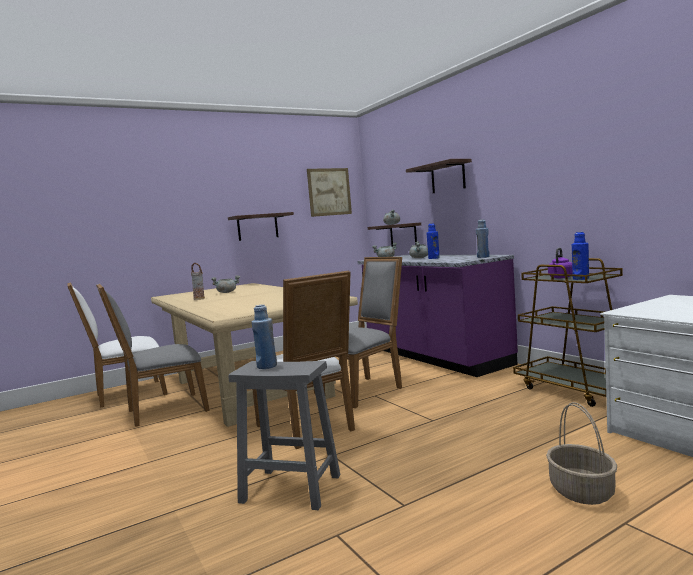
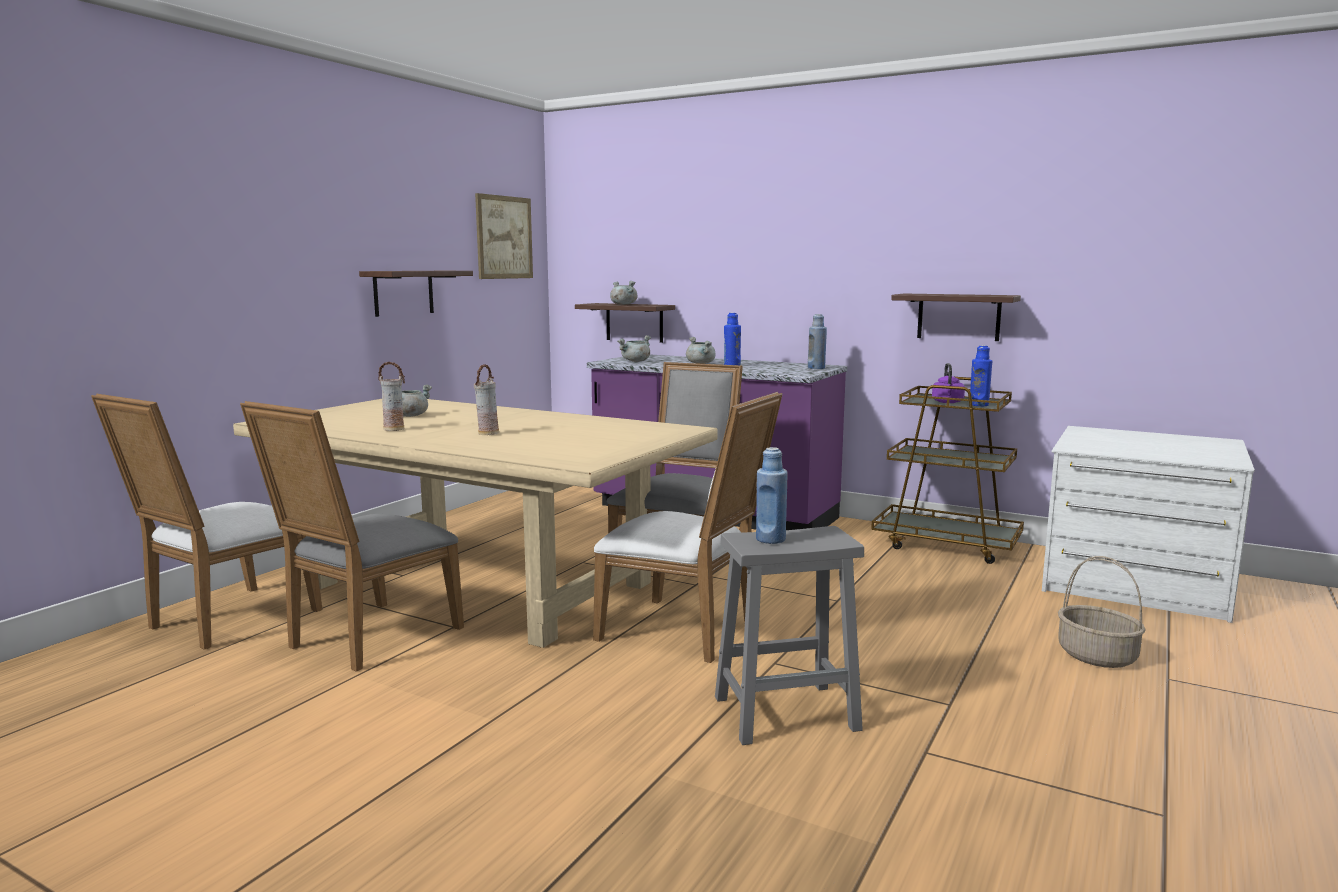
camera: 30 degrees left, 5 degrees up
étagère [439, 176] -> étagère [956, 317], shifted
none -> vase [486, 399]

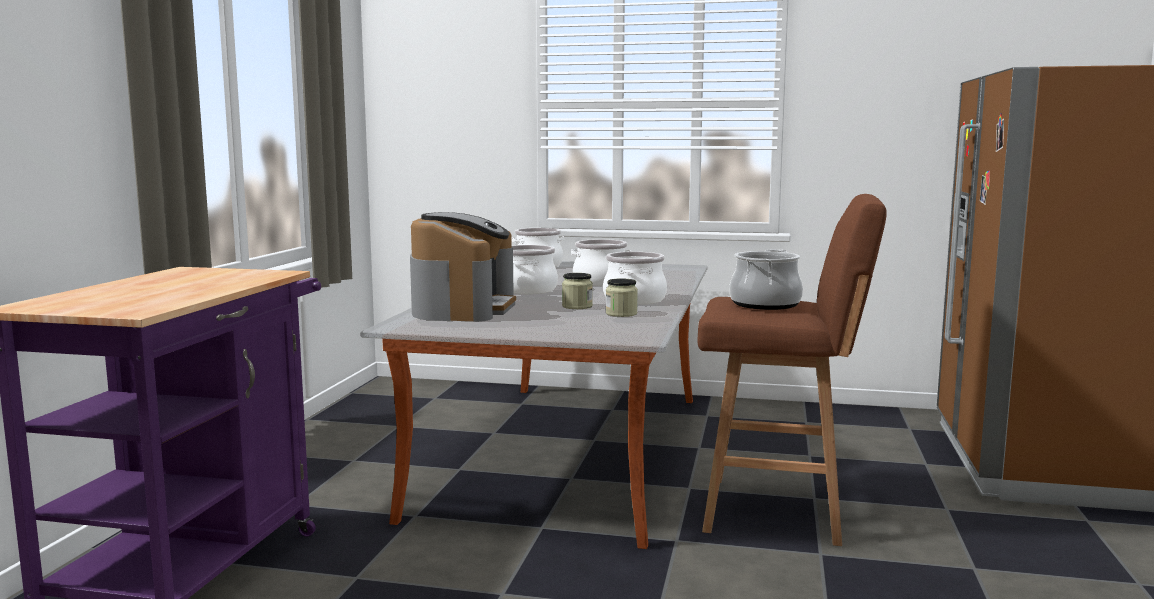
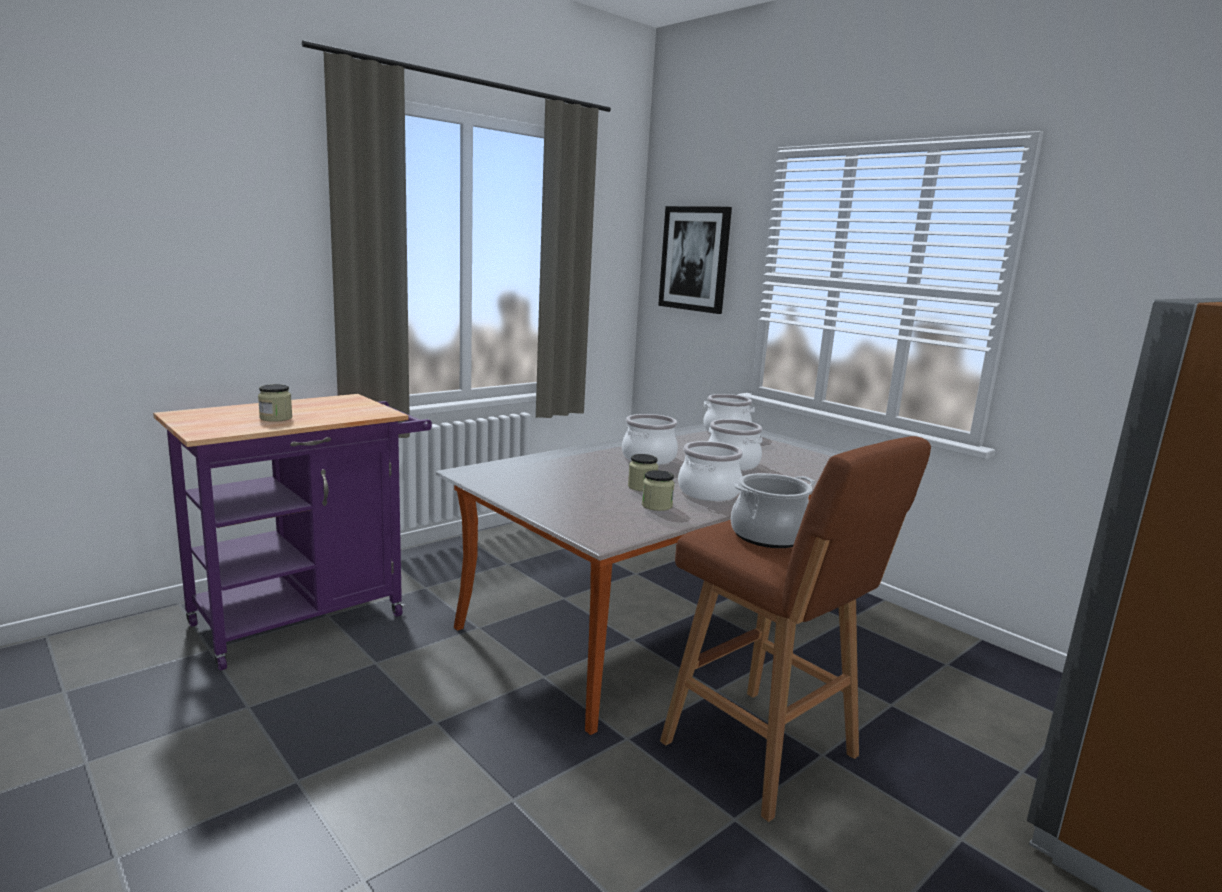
camera: 35 degrees right, 5 degrees up
machine à café [463, 267] -> none
none -> tableau [695, 260]
none -> bocal [275, 403]

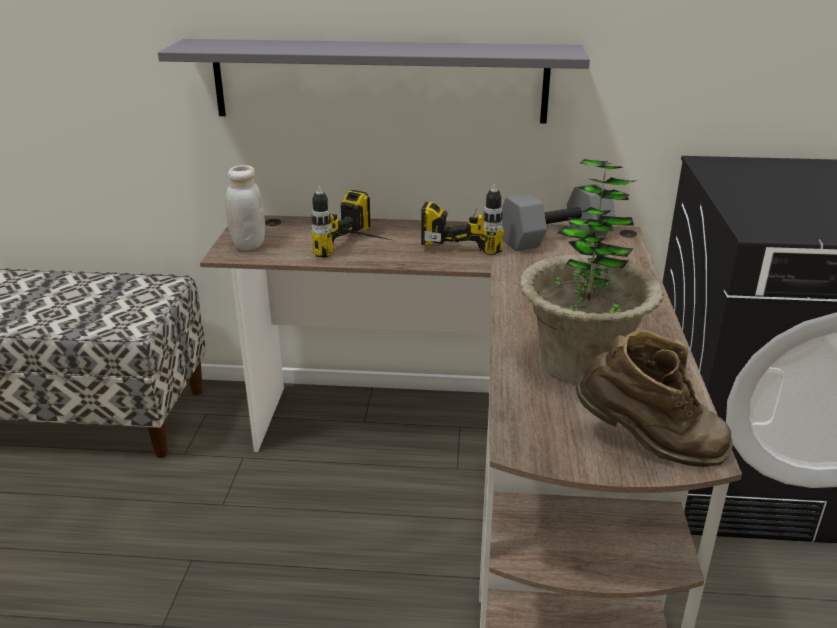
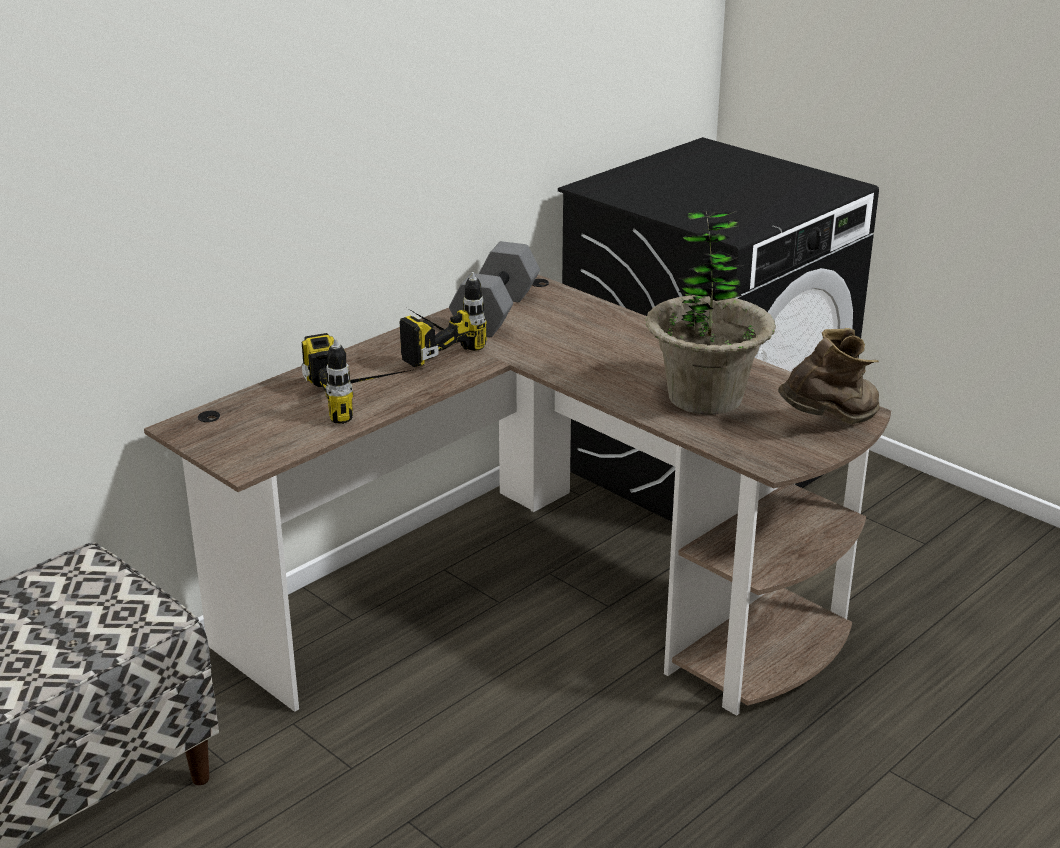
camera: 50 degrees left, 0 degrees up
étagère (gris) [374, 81] -> none
bocal (blanc) [245, 207] -> none

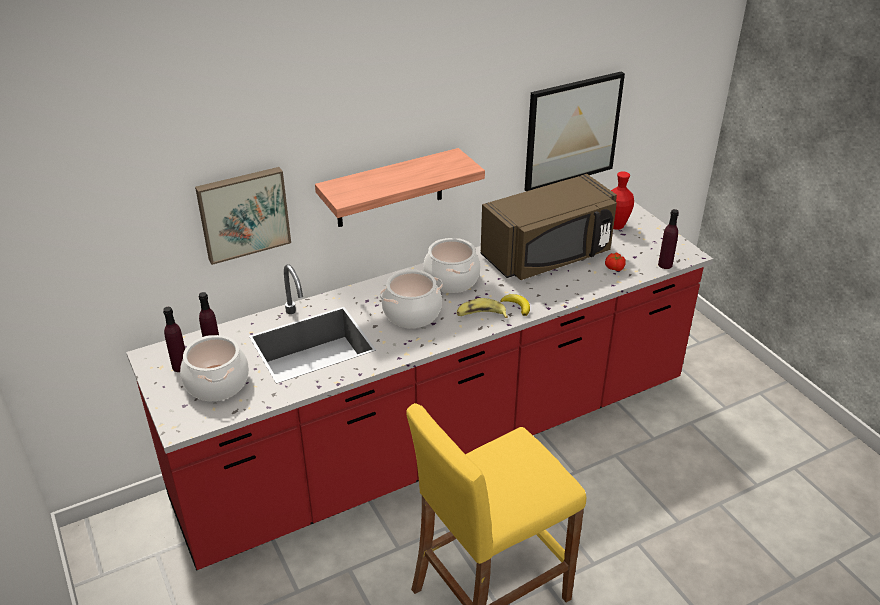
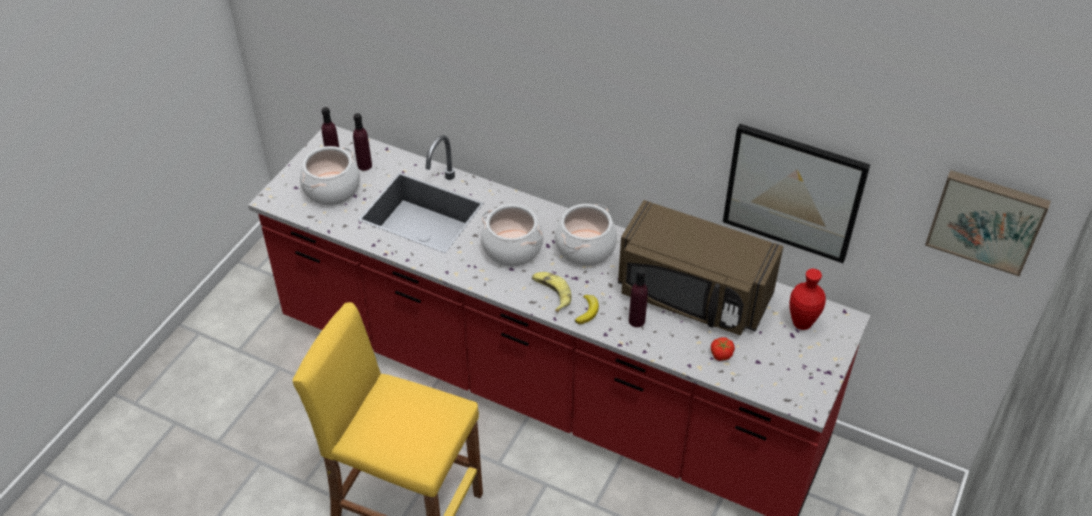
camera: 55 degrees right, 10 degrees up
étagère [400, 187] -> none
tableau [243, 216] -> tableau [988, 223], shifted
bouteille (violet) [668, 239] -> bouteille (violet) [638, 297], shifted

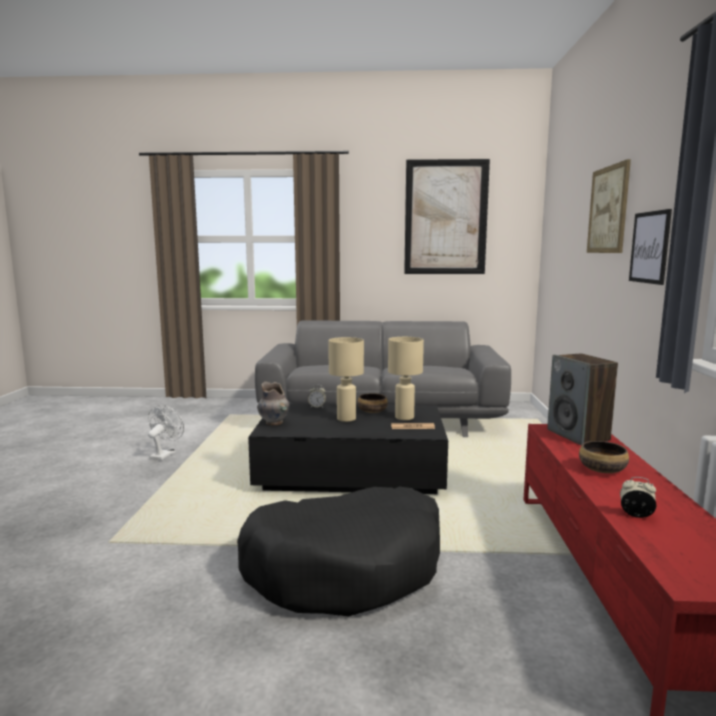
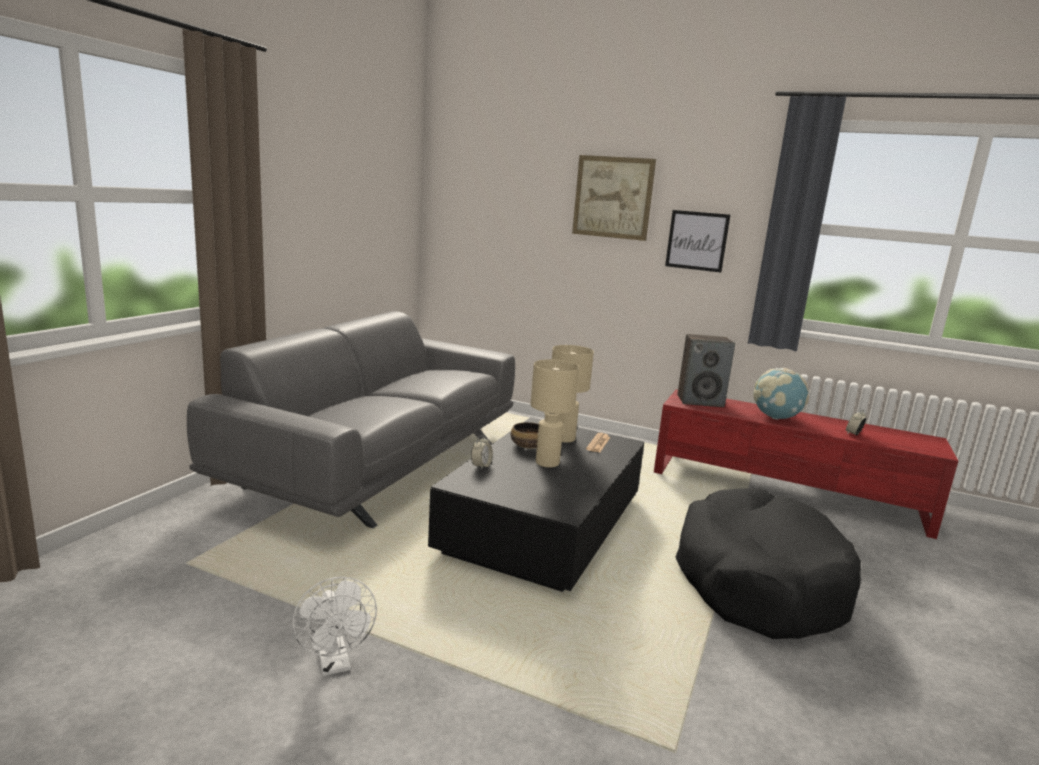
camera: 70 degrees left, 5 degrees up
tableau [447, 216] -> none
vase (gris) [273, 403] -> none
ventilateur (blanc) [166, 433] -> ventilateur (blanc) [334, 626], 150 degrees counterclockwise
bol [604, 457] -> globe [781, 394]

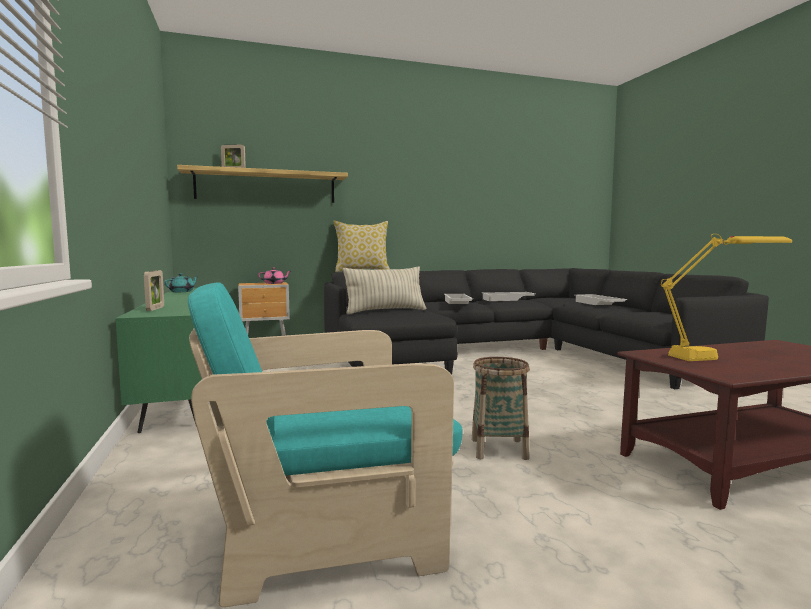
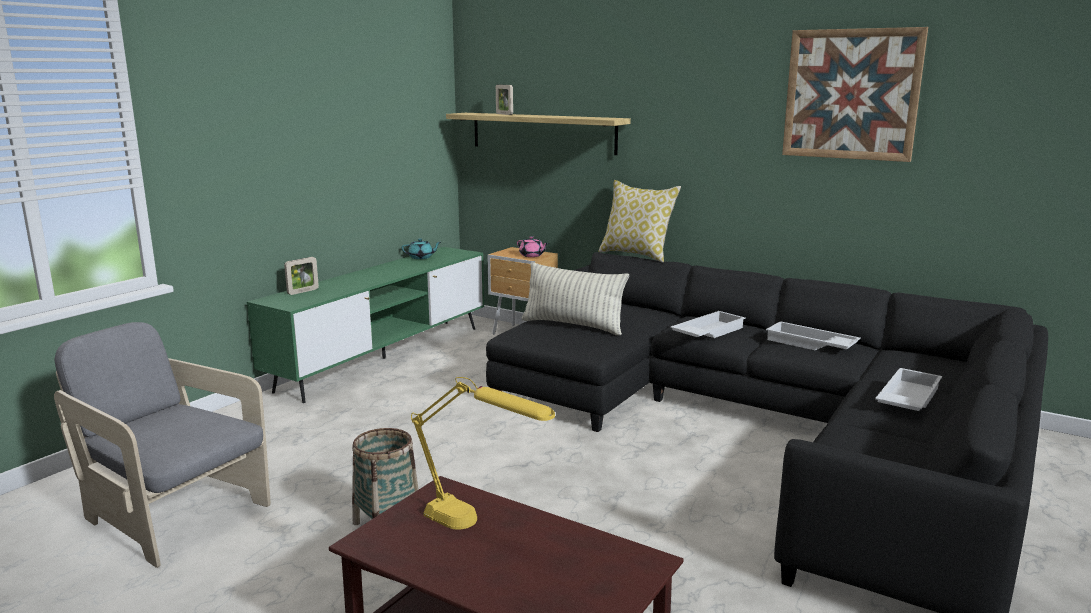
camera: 50 degrees right, 10 degrees up
fauteuil (turquoise) [325, 444] -> fauteuil (gris) [162, 445]
none -> tableau [855, 94]

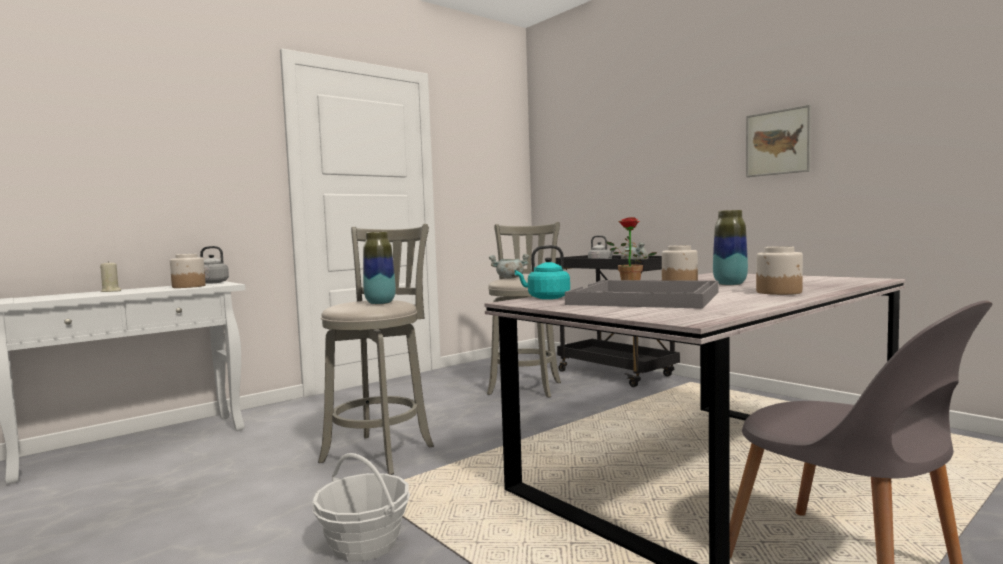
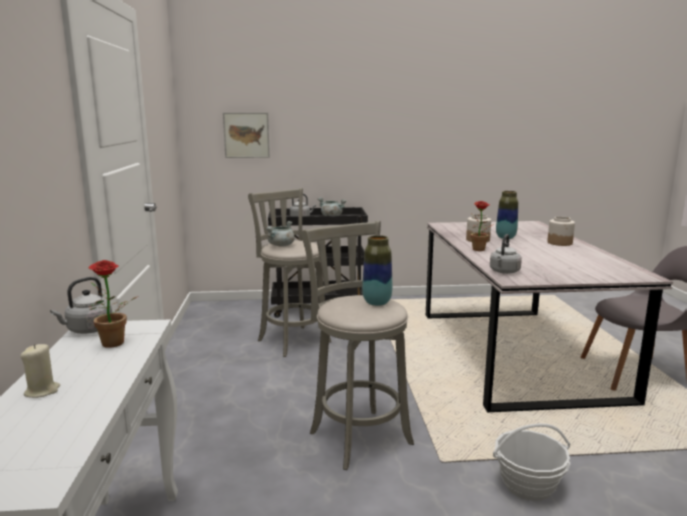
camera: 55 degrees left, 10 degrees up
tableau [778, 141] -> tableau [246, 135], shifted
bouilloire (turquoise) [542, 272] -> bouilloire (gris) [506, 254]
bocal [188, 271] -> plante en pot [113, 304]
plateau (gris) [641, 294] -> none

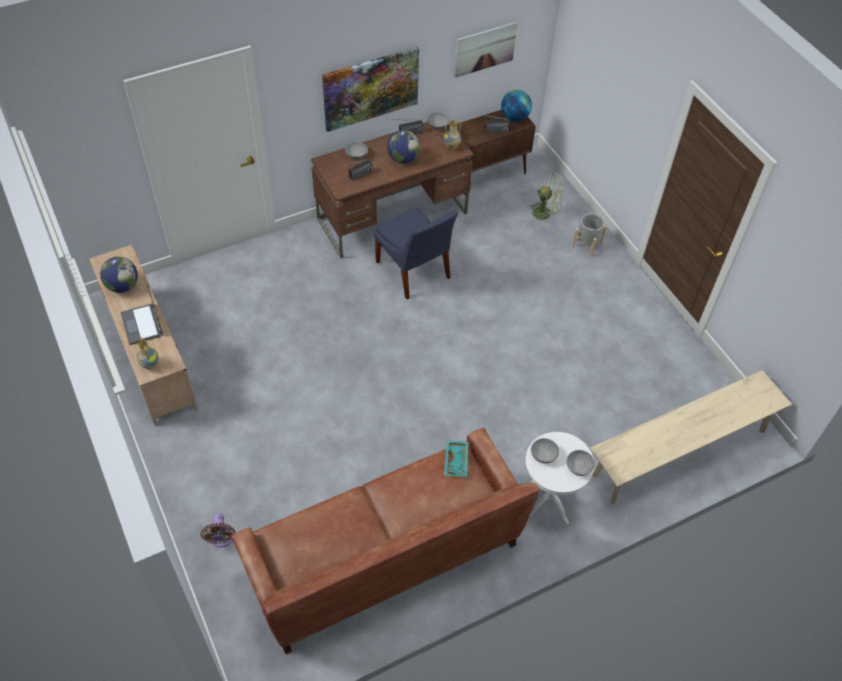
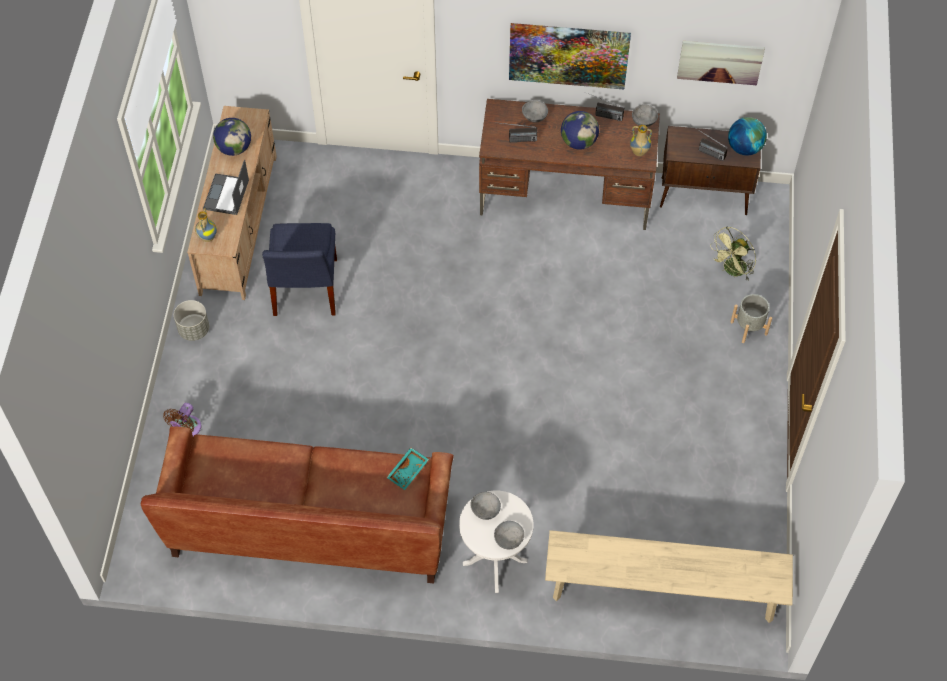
camera: 35 degrees right, 5 degrees up
ventilateur (vert) [546, 199] -> ventilateur (vert) [733, 253], 90 degrees clockwise
chaise (bleu) [416, 253] -> chaise (bleu) [299, 269], shifted
none -> cache-pot (gris) [191, 320]

